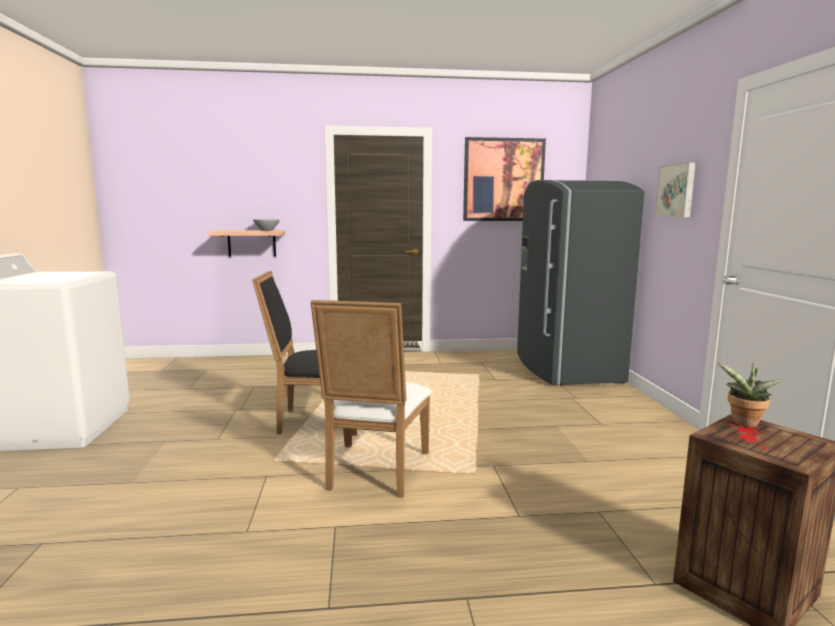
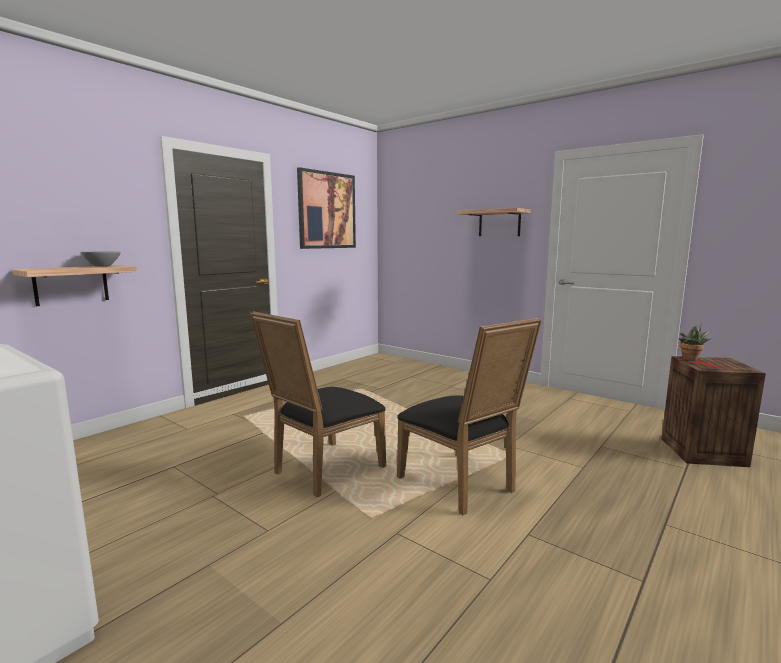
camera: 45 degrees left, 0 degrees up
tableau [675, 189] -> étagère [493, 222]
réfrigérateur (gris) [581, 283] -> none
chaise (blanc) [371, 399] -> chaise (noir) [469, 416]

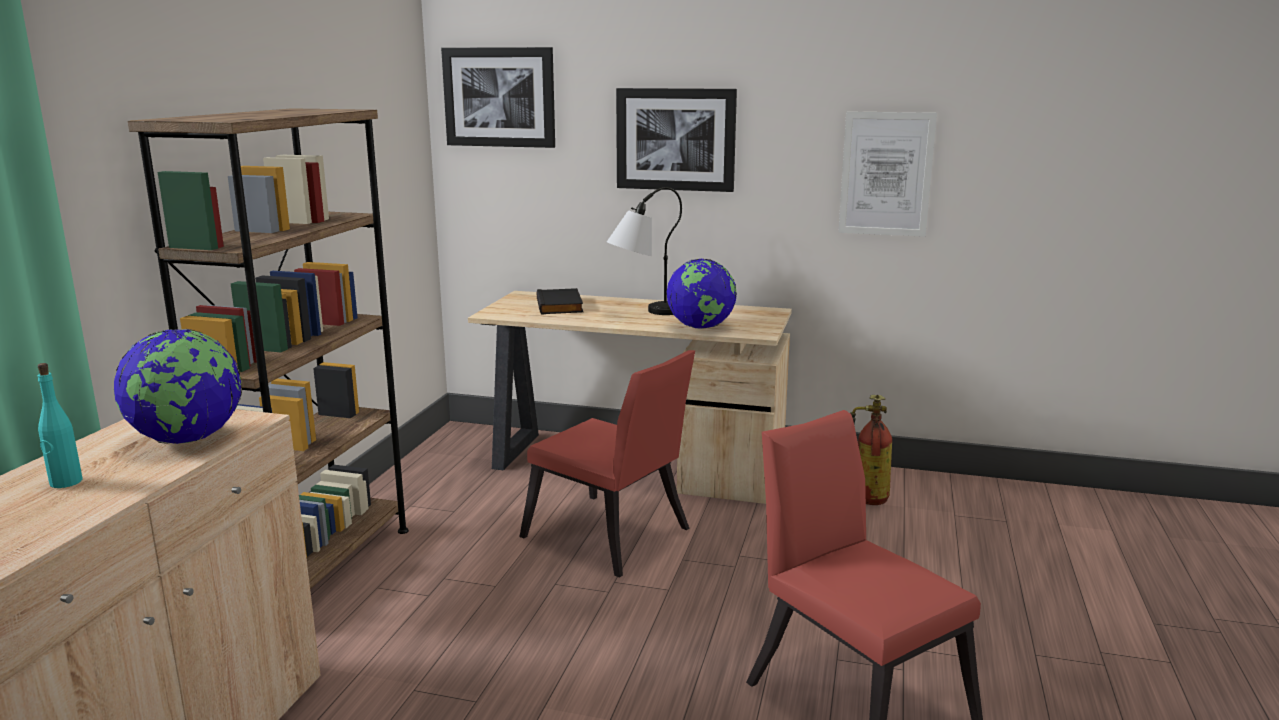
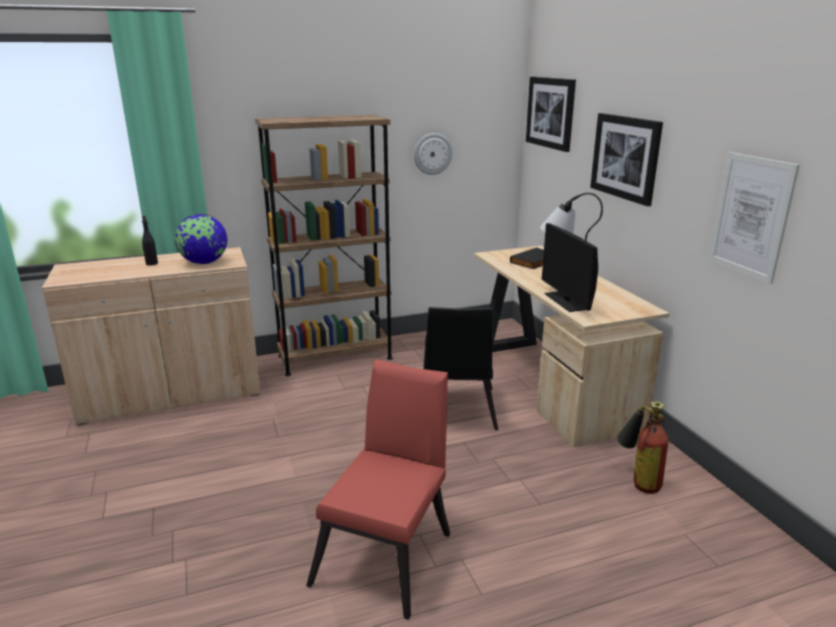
camera: 55 degrees right, 5 degrees up
globe [701, 294] -> écran d'ordinateur [570, 267]
chaise (rouge) [607, 464] -> chaise (noir) [460, 368]
bouteille (turquoise) [60, 425] -> bouteille (noir) [150, 240]
none -> horloge murale [433, 154]

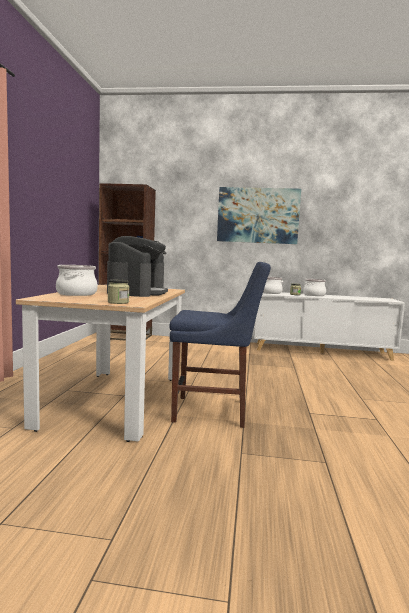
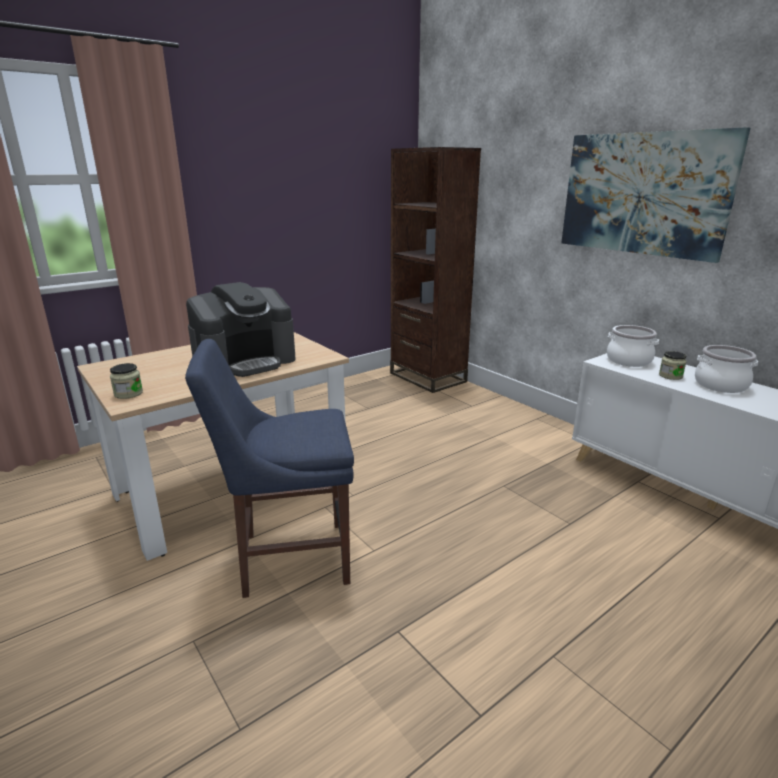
camera: 45 degrees right, 15 degrees up
chaise (bleu) [220, 345] -> chaise (bleu) [269, 468], 120 degrees clockwise
marmite [77, 280] -> none

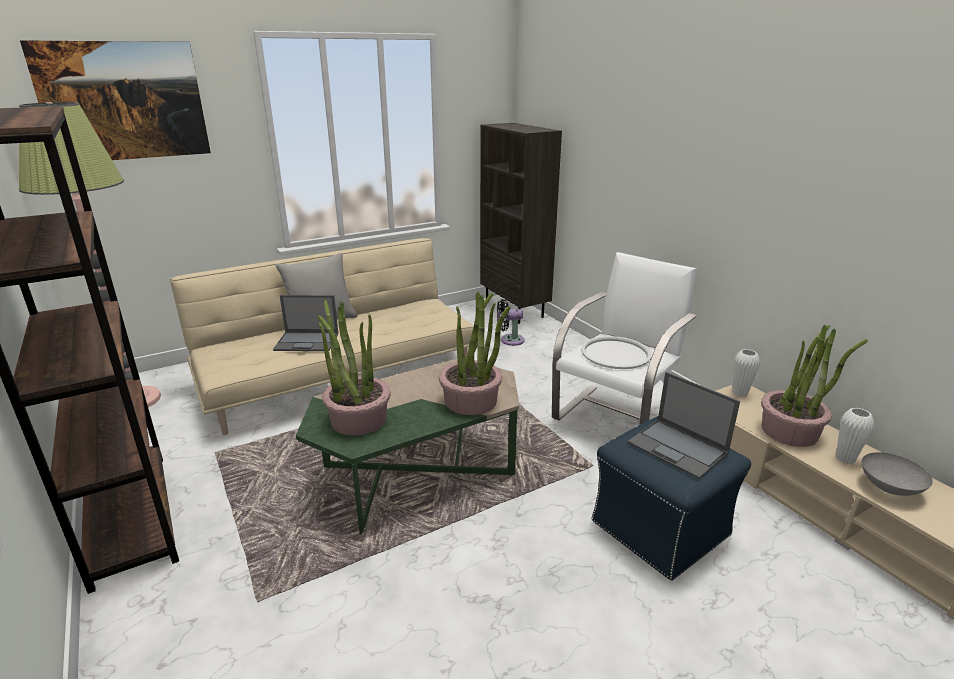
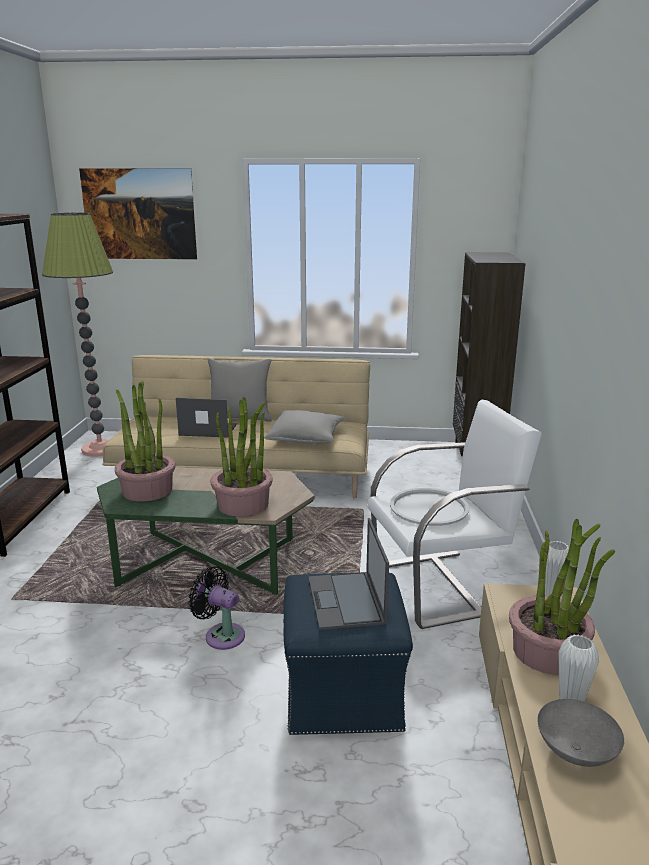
camera: 35 degrees right, 5 degrees down
ordinateur portable [306, 323] -> ordinateur portable [206, 417], 150 degrees clockwise
ventilateur (noir) [511, 322] -> ventilateur (noir) [216, 608], shifted
none -> coussin (gris) [304, 427]

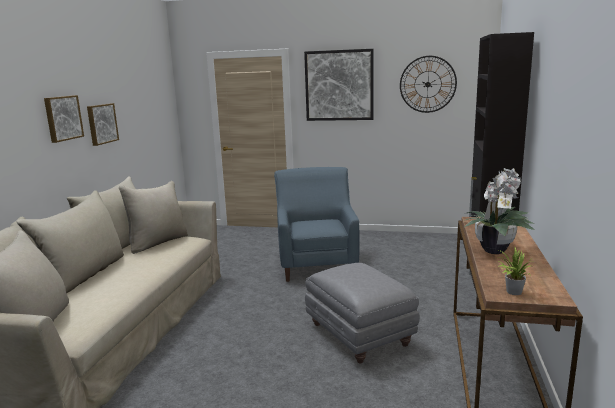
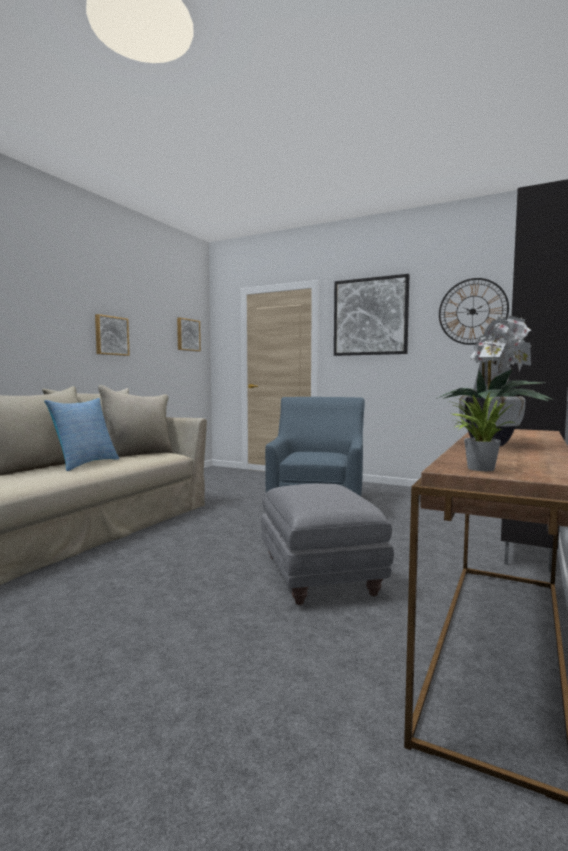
camera: 15 degrees right, 10 degrees down
tableau [64, 119] -> tableau [189, 335], shifted
none -> coussin [81, 434]

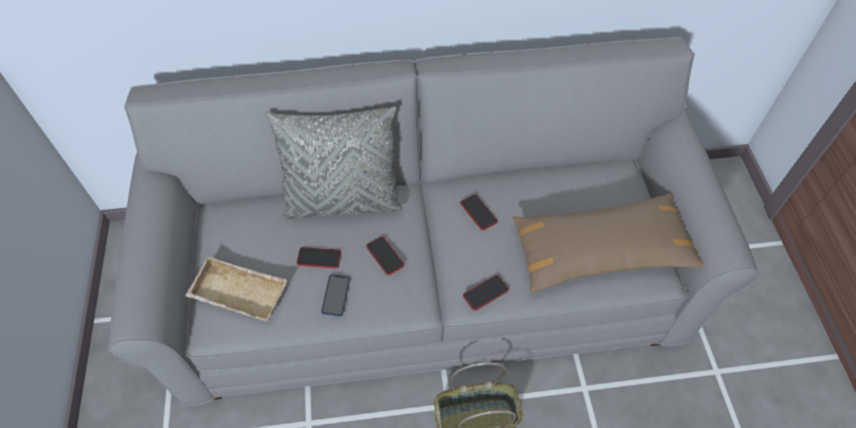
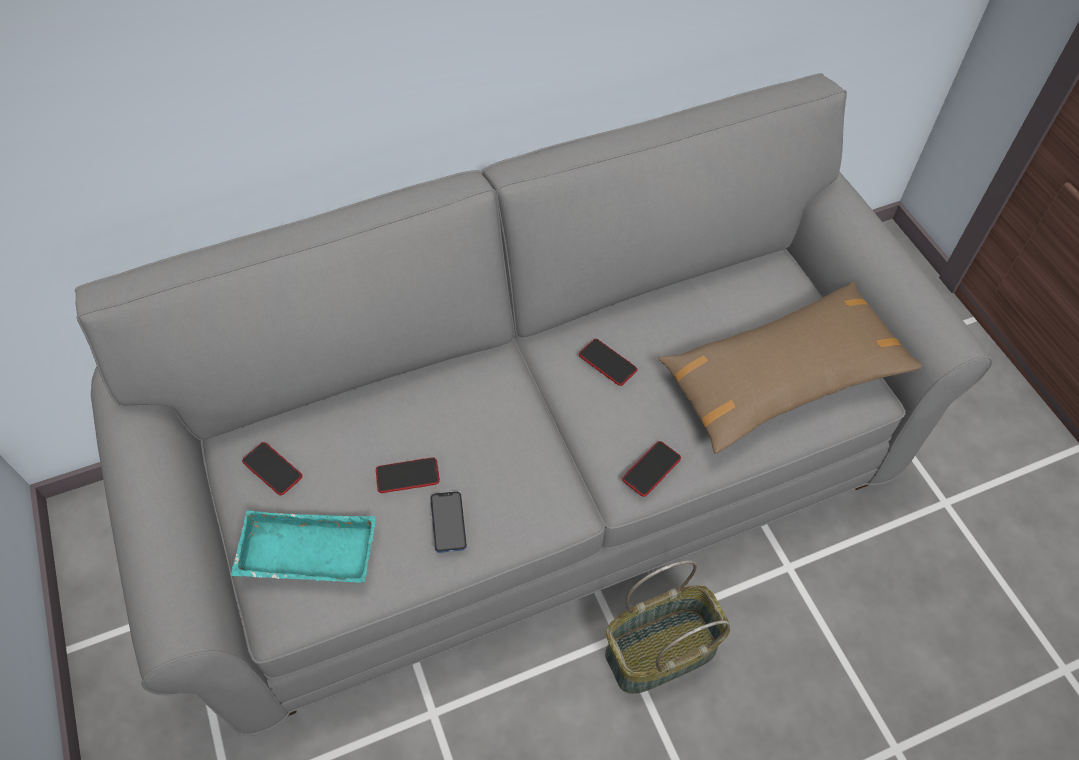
camera: 15 degrees left, 0 degrees up
coussin (gris) [334, 162] -> none
téléphone [385, 255] -> téléphone [272, 468], shifted
plateau (beige) [236, 288] -> plateau (turquoise) [303, 546]

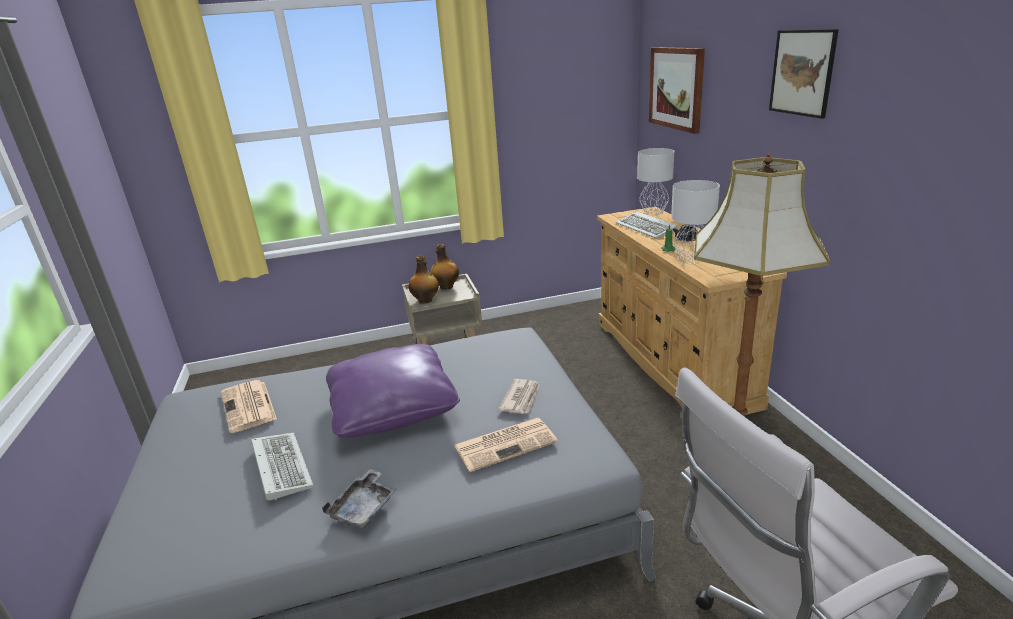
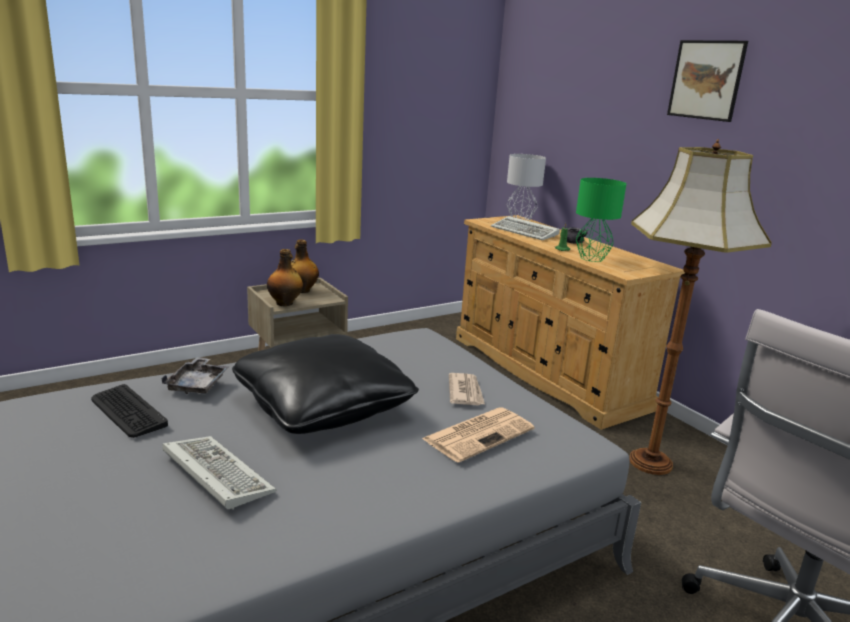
camera: 20 degrees left, 5 degrees down
tableau [677, 90] -> none
lampe de table (gris) [695, 222] -> lampe de table (vert) [601, 220]
coussin (violet) [393, 391] -> coussin (noir) [325, 384]
journal [249, 406] -> clavier [129, 411]
plateau (gris) [359, 498] -> plateau (gris) [195, 375], shifted

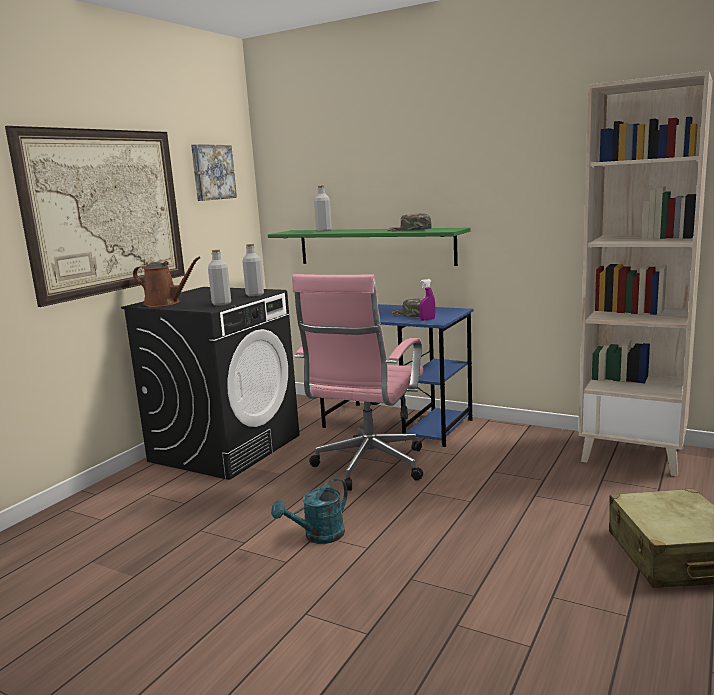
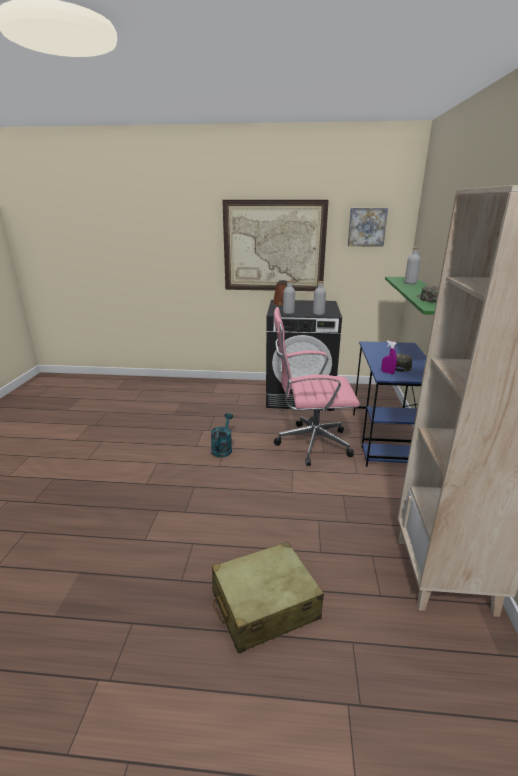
camera: 65 degrees right, 10 degrees up
arrosoir (turquoise) [309, 511] -> arrosoir (turquoise) [222, 435], 75 degrees clockwise

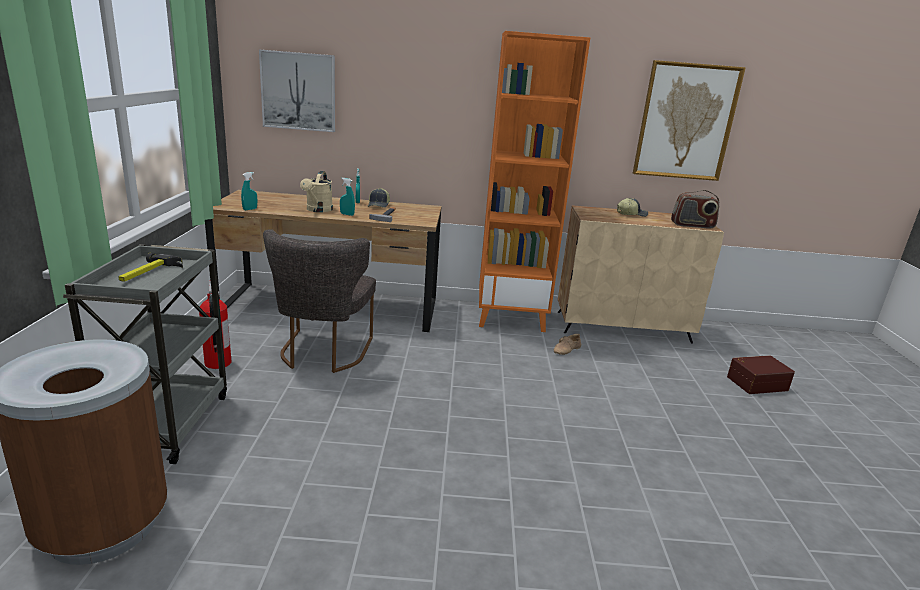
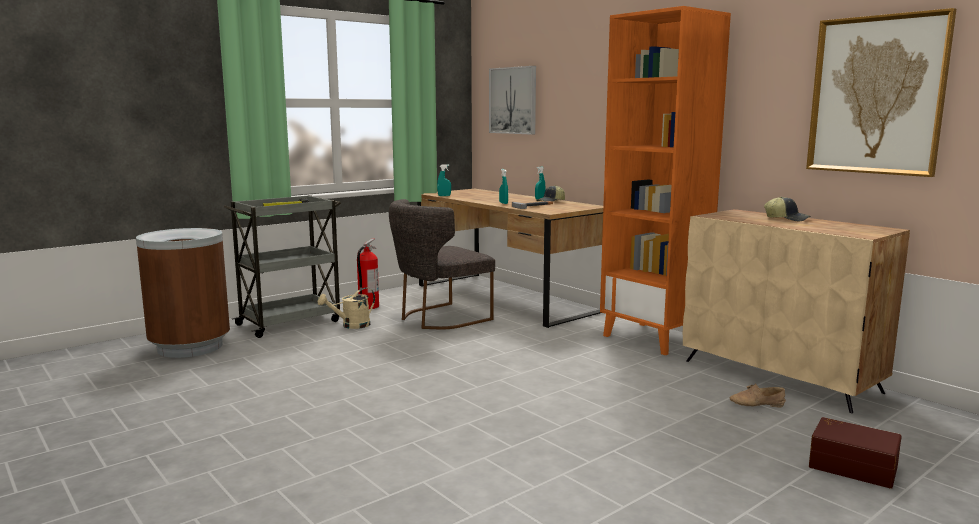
camera: 50 degrees right, 10 degrees down
arrosoir (beige) [316, 191] -> arrosoir (beige) [346, 308], shifted
radio [695, 209] -> none
chaussure (beige) [567, 344] -> chaussure (beige) [758, 396], shifted

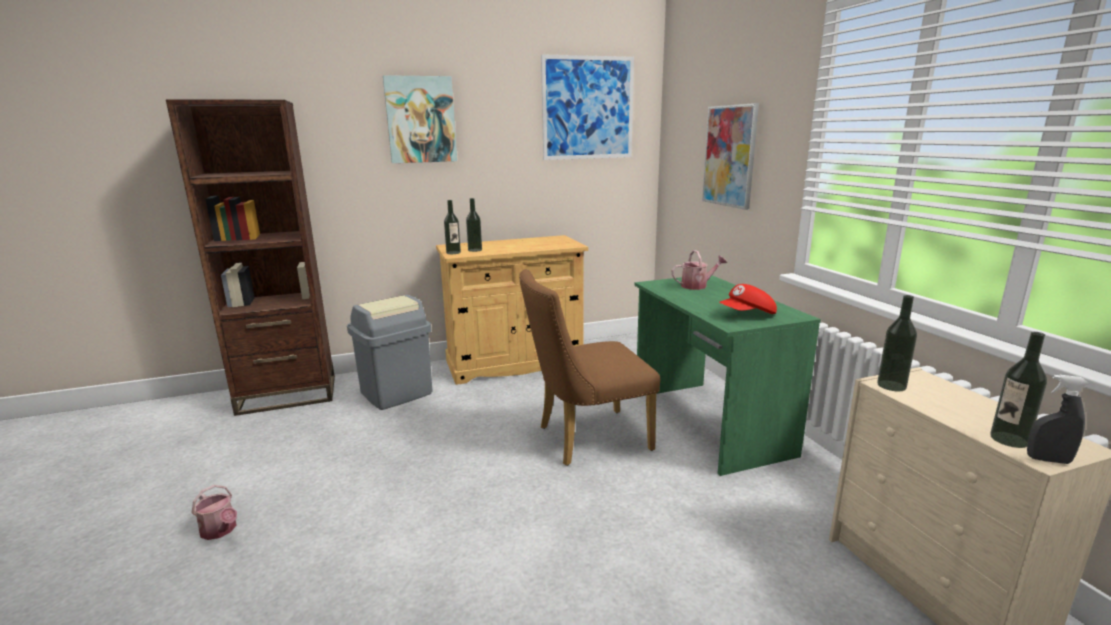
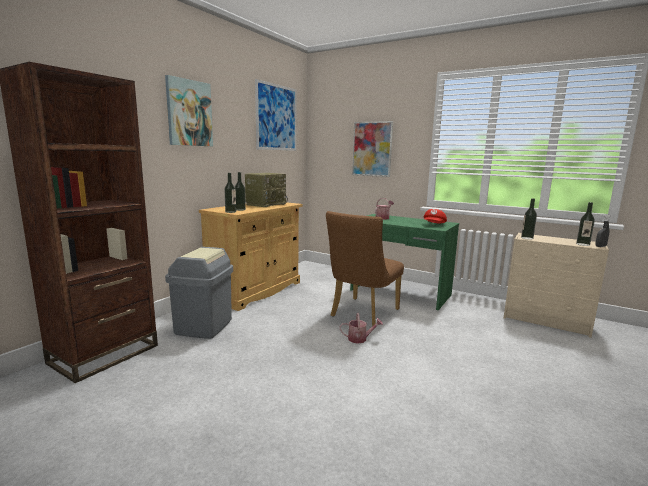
camera: 40 degrees left, 5 degrees down
arrosoir [214, 512] -> arrosoir [361, 328], shifted
none -> radio [266, 190]

